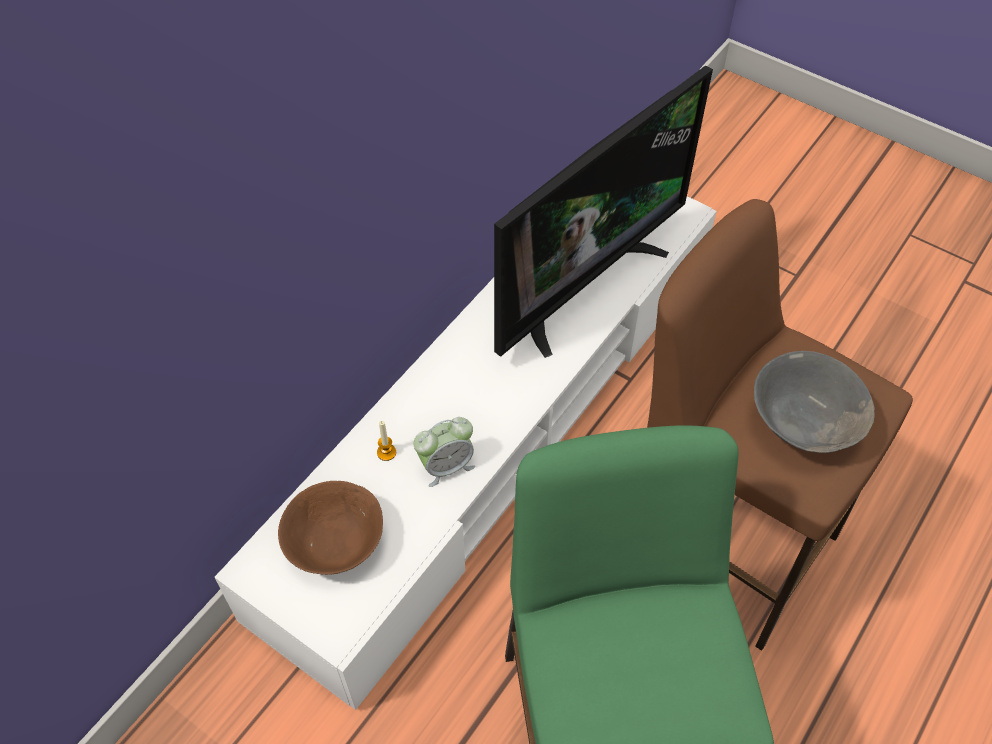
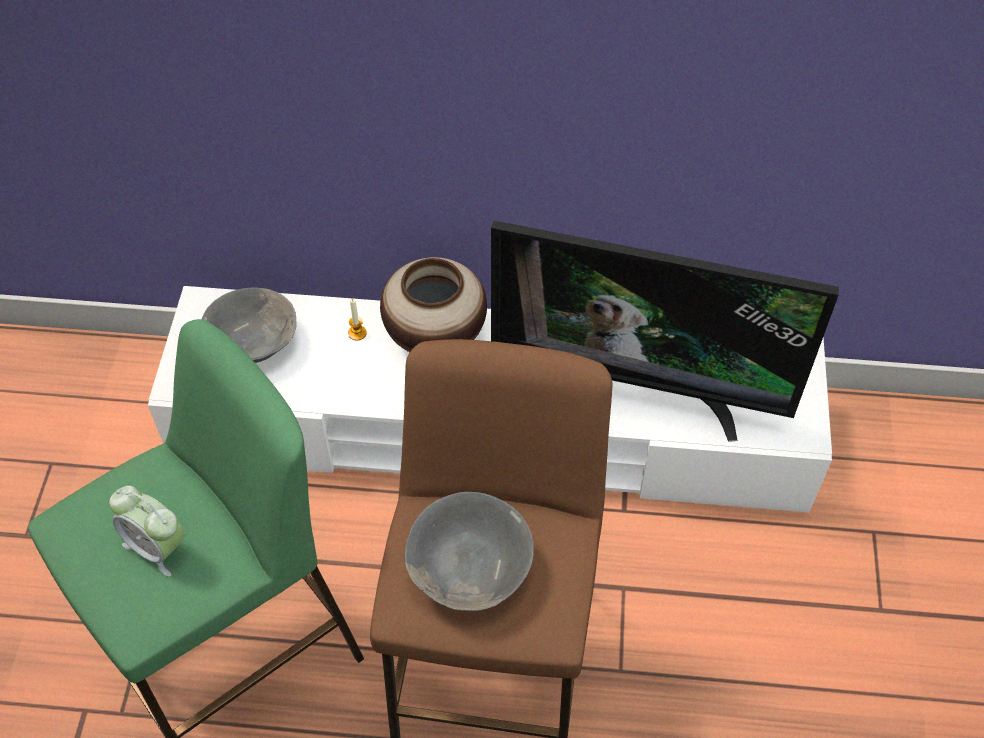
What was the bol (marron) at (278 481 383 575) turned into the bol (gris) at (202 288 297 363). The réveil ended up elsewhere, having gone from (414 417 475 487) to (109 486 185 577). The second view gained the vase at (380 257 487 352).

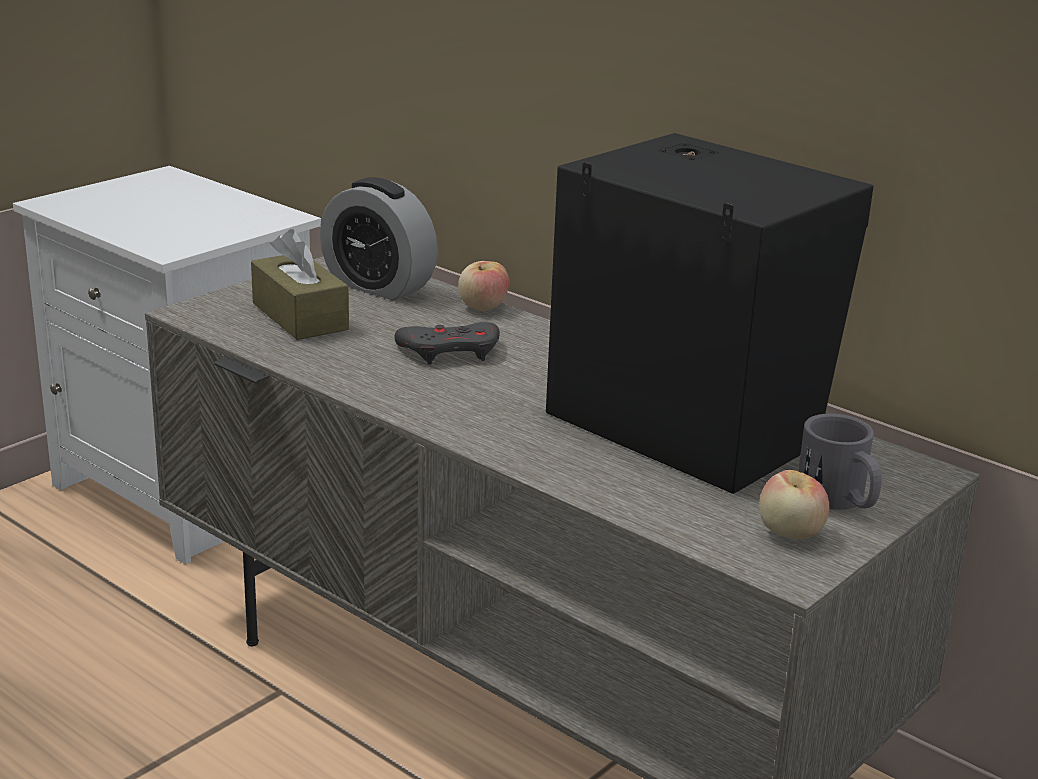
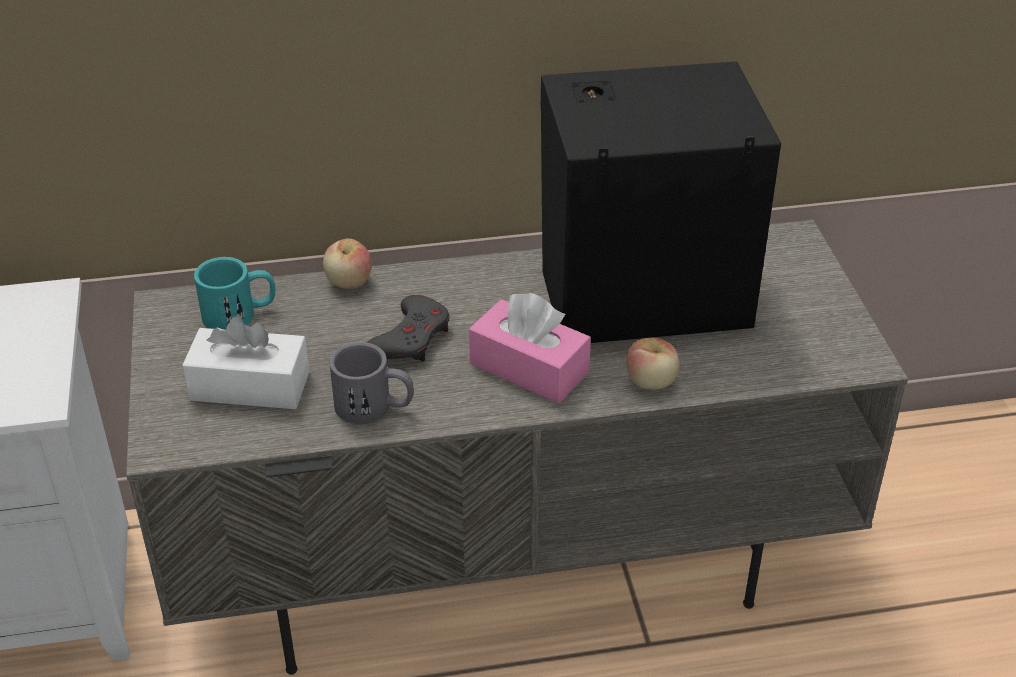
What was the boîte à mouchoirs (marron) at (251 229 349 340) turned into the boîte à mouchoirs (blanc) at (182 316 309 409). Where the réveil stood at (320 177 438 301), the mug (turquoise) came to stand at (194 257 275 330). The pomme ended up elsewhere, having gone from (759 470 829 539) to (626 338 679 390). The mug (gris) ended up elsewhere, having gone from (798 414 881 510) to (329 342 414 424). The second view gained the boîte à mouchoirs (rose) at (469 293 591 403).

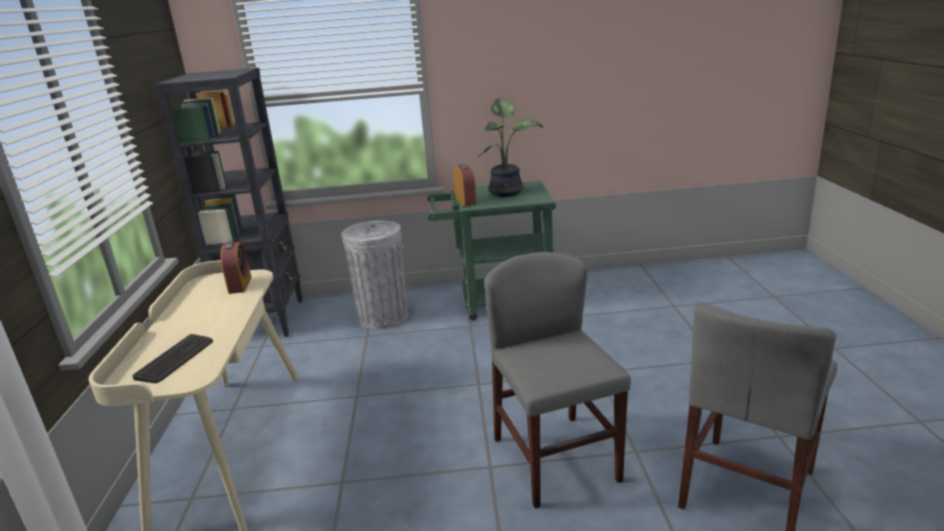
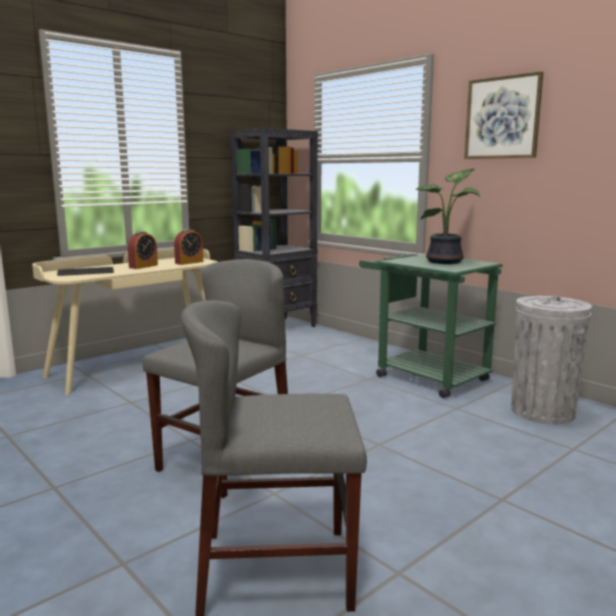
The poubelle (gris) ended up elsewhere, having gone from (341 220 408 329) to (511 296 592 424). The réveil ended up elsewhere, having gone from (453 164 477 206) to (128 231 158 269). The second view gained the tableau at (464 71 544 159).

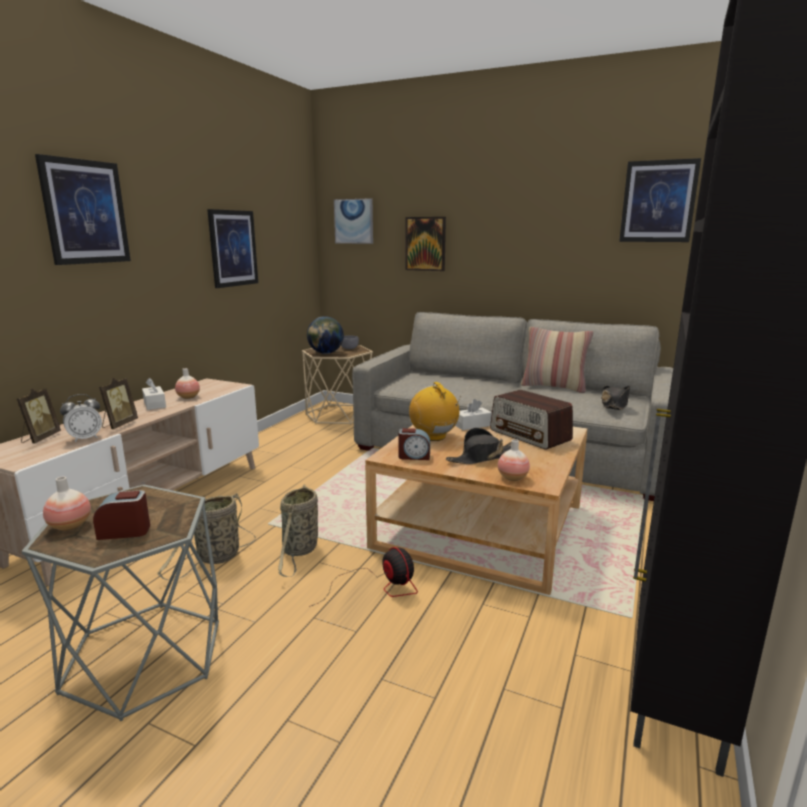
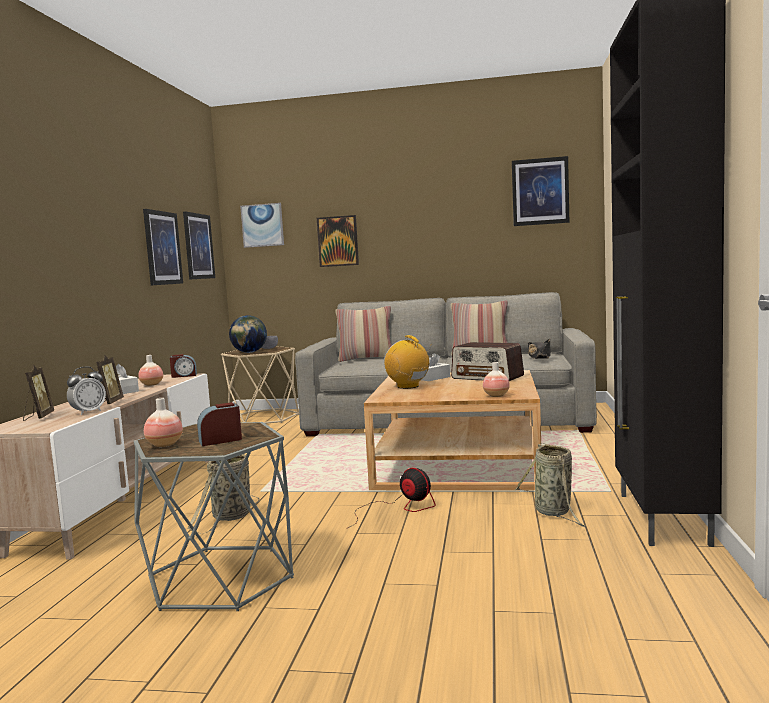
The tableau ended up elsewhere, having gone from (35 154 131 265) to (183 212 215 280). The panier ended up elsewhere, having gone from (278 485 318 577) to (515 443 584 527). The réveil ended up elsewhere, having gone from (399 428 430 460) to (170 354 197 378). The second view lost the chapeau (noir) at (446 428 511 464). The second view gained the coussin at (335 306 392 362).

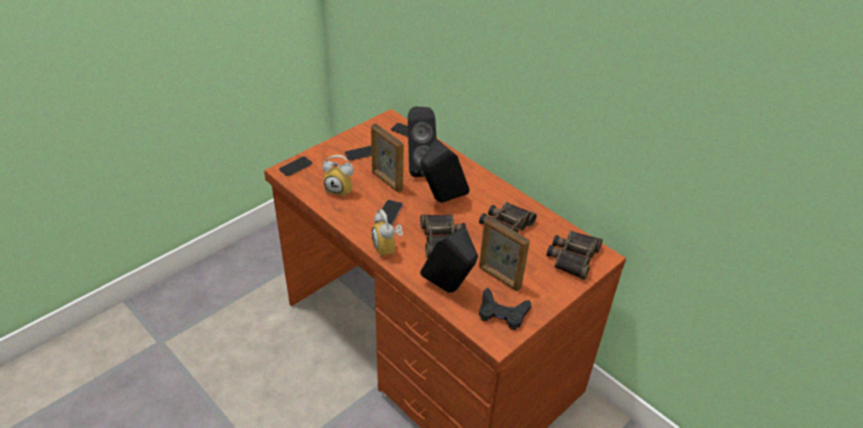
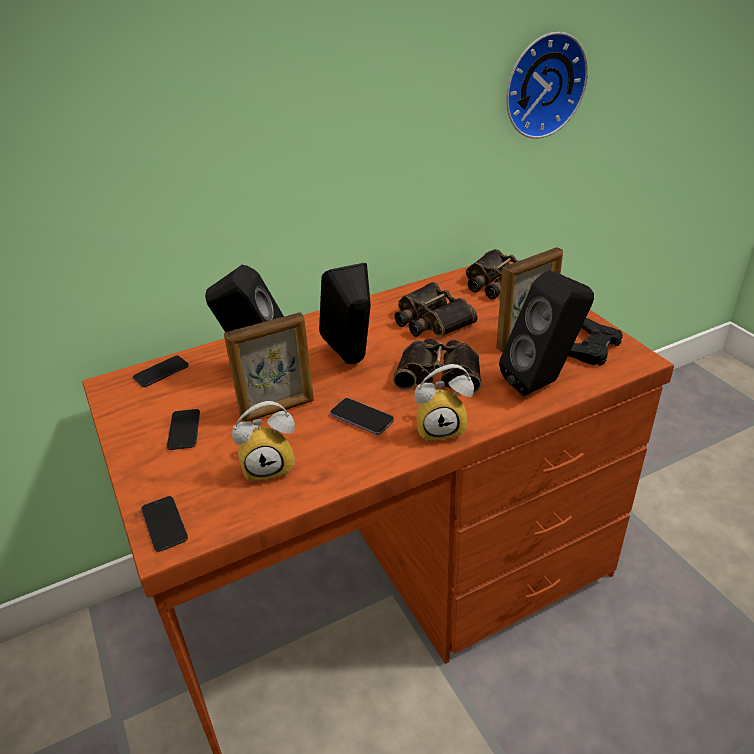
The réveil at (323 155 354 197) ended up facing another way, 45 degrees clockwise from before. The second view gained the horloge murale at (506 32 588 139).

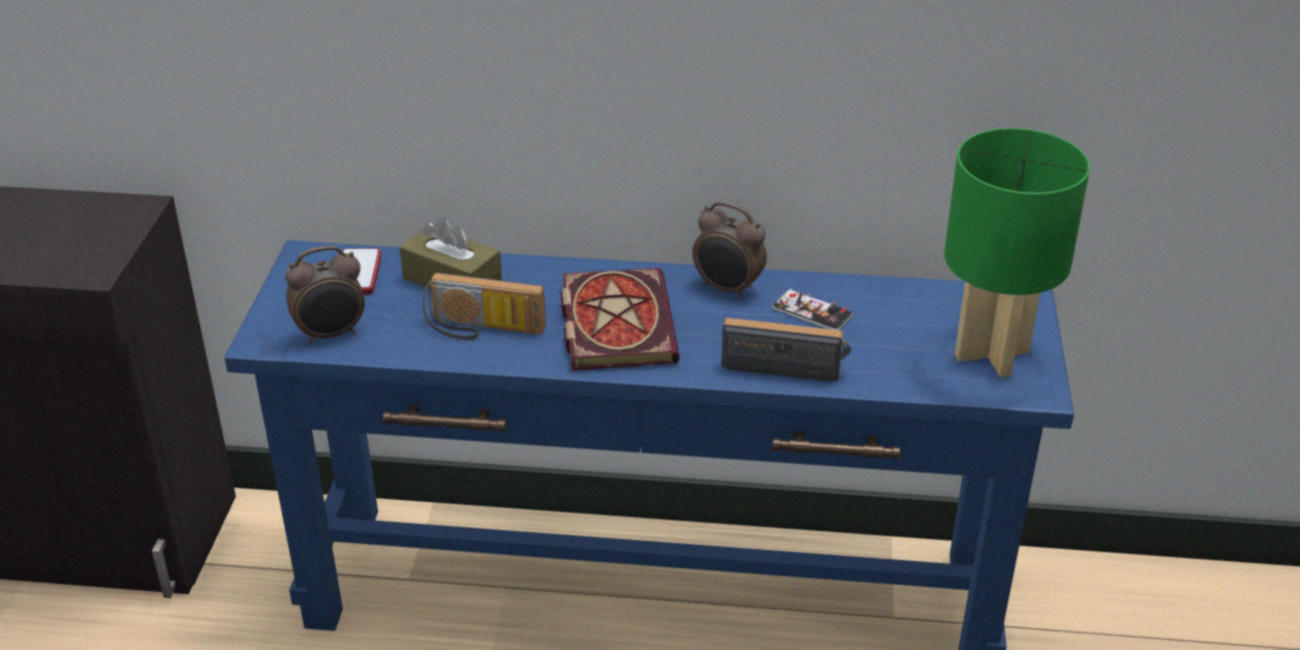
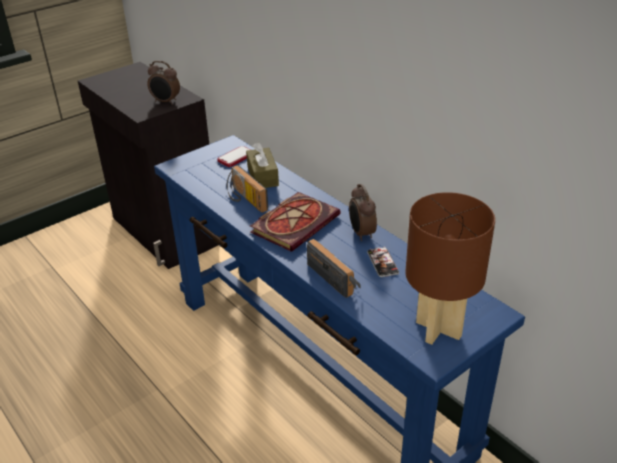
The réveil ended up elsewhere, having gone from (285 245 365 345) to (147 61 180 105). What was the lampe de table (vert) at (944 128 1090 377) turned into the lampe de table (marron) at (405 192 495 345).

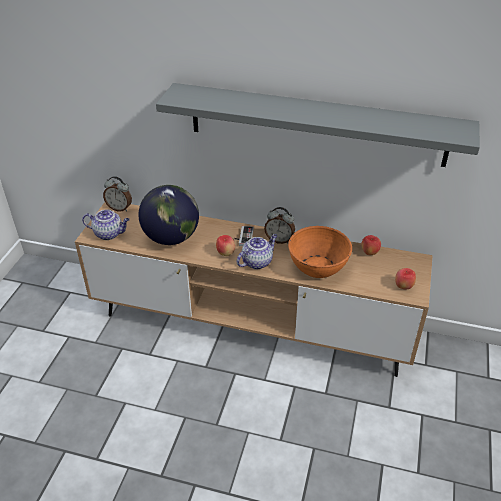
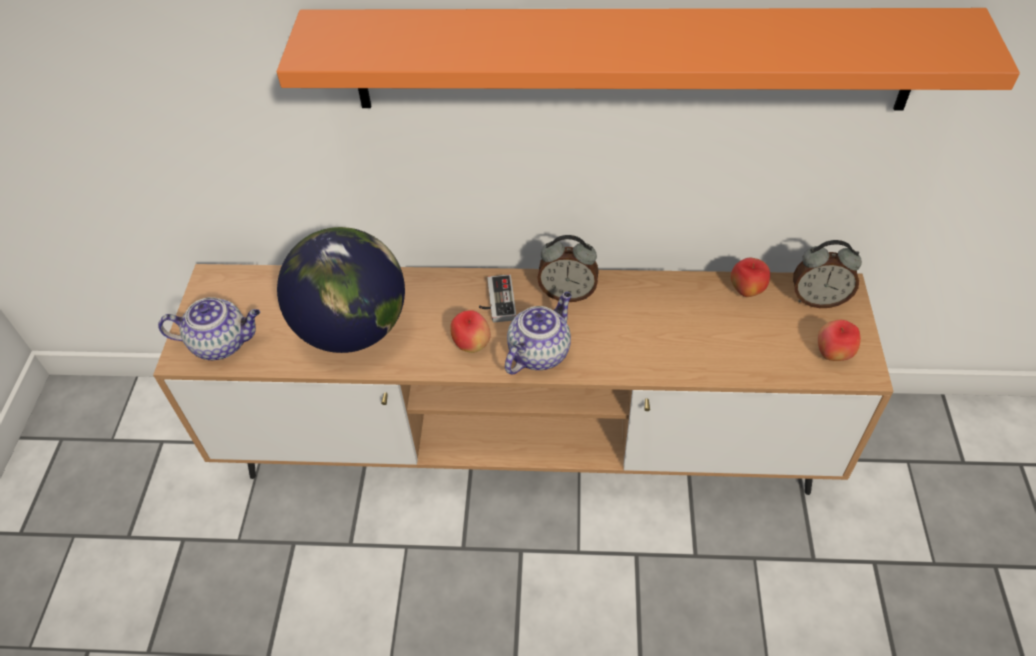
The réveil ended up elsewhere, having gone from (103 176 132 212) to (793 240 862 308). What was the étagère (gris) at (156 83 480 167) turned into the étagère (orange) at (277 8 1020 110). The second view lost the bol (orange) at (288 226 352 278).

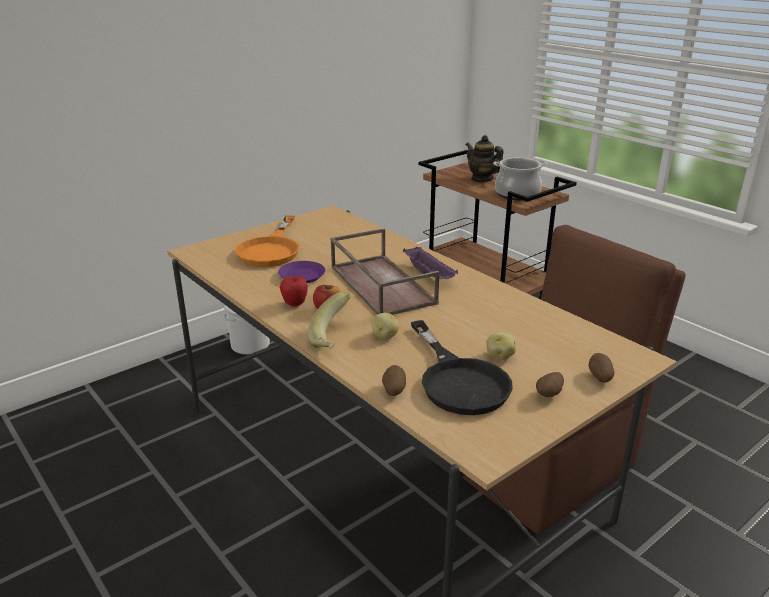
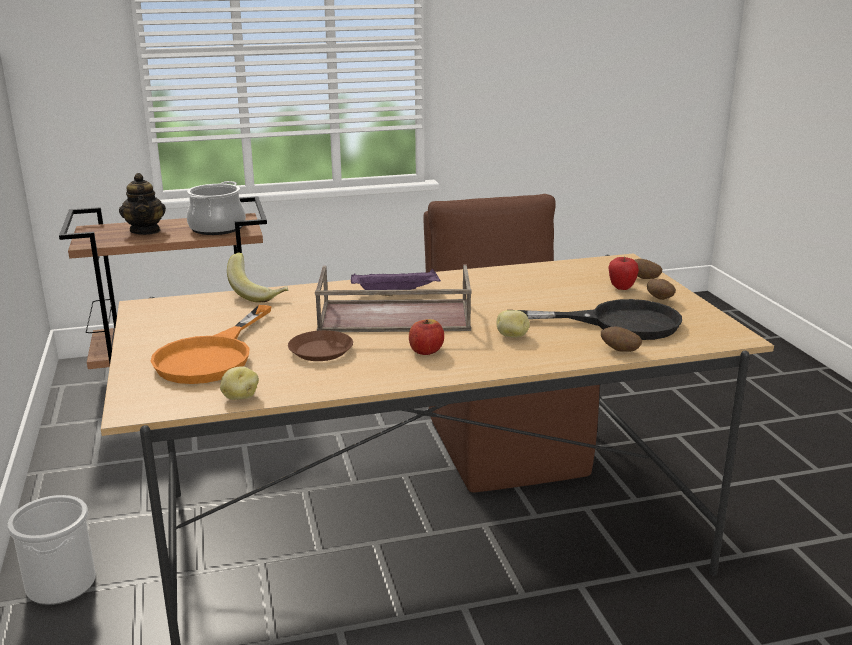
The poêle (orange) at (235 215 299 267) ended up facing another way, 75 degrees clockwise from before. What was the assiette (violet) at (278 261 325 283) turned into the assiette (marron) at (288 330 353 361). The pomme ended up elsewhere, having gone from (280 276 308 307) to (608 257 639 290). The banane ended up elsewhere, having gone from (308 292 350 349) to (227 253 289 303). The théière at (465 135 503 182) ended up facing another way, 90 degrees counterclockwise from before. The pomme de terre ended up elsewhere, having gone from (486 332 516 360) to (220 366 259 400).

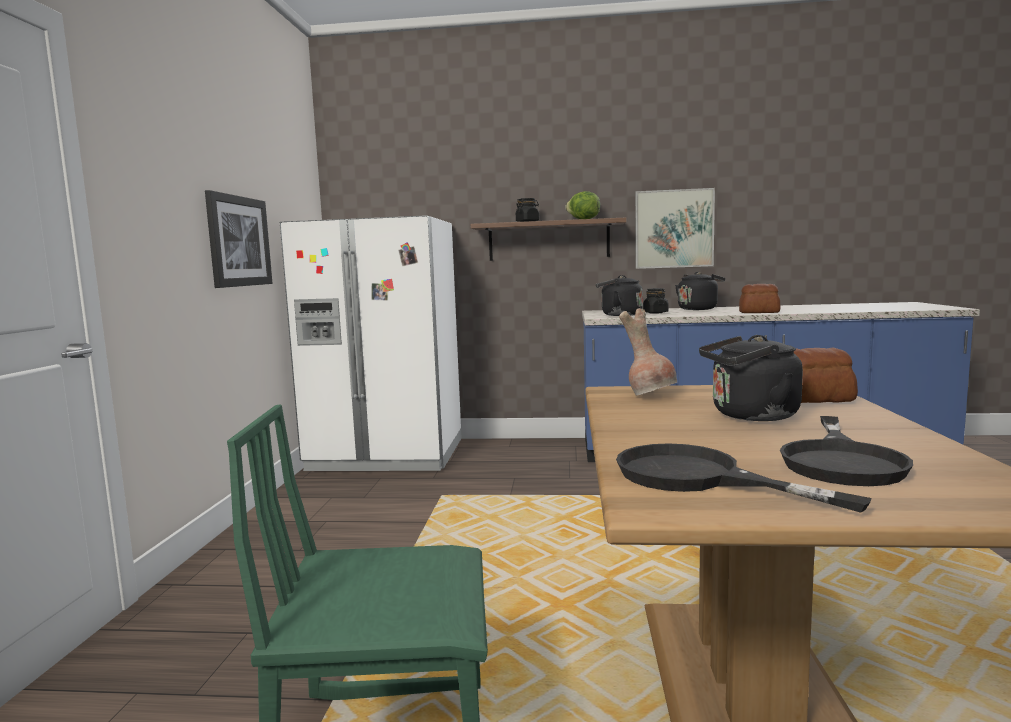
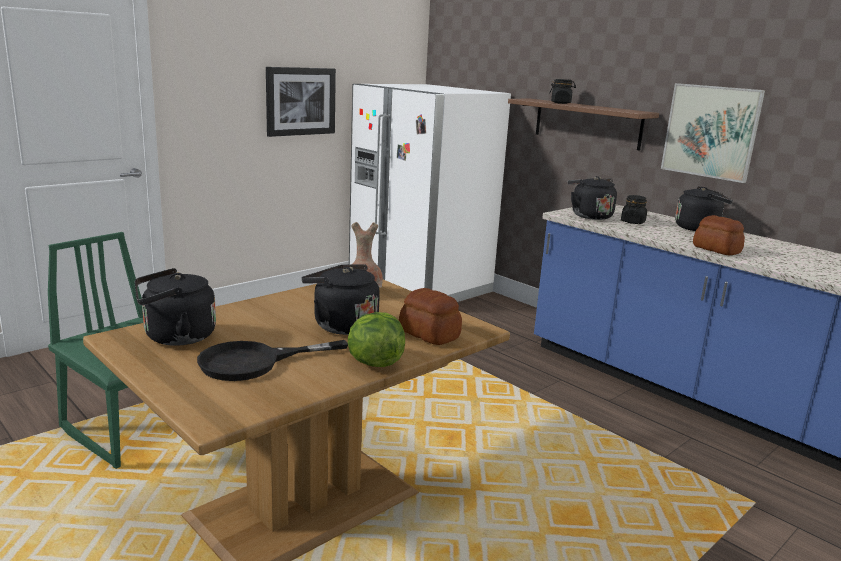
The laitue ended up elsewhere, having gone from (565 191 600 219) to (348 312 405 367). Where the poêle (noir) stood at (616 443 872 513), the bouilloire (noir) came to stand at (135 268 216 346).

